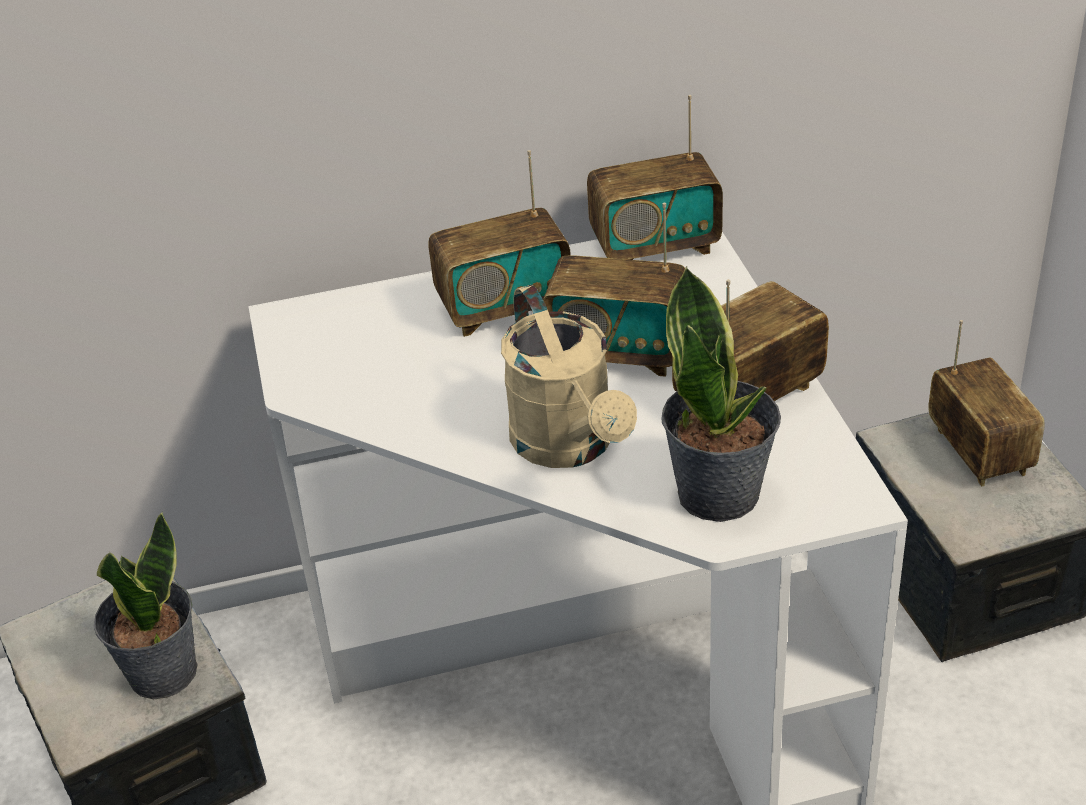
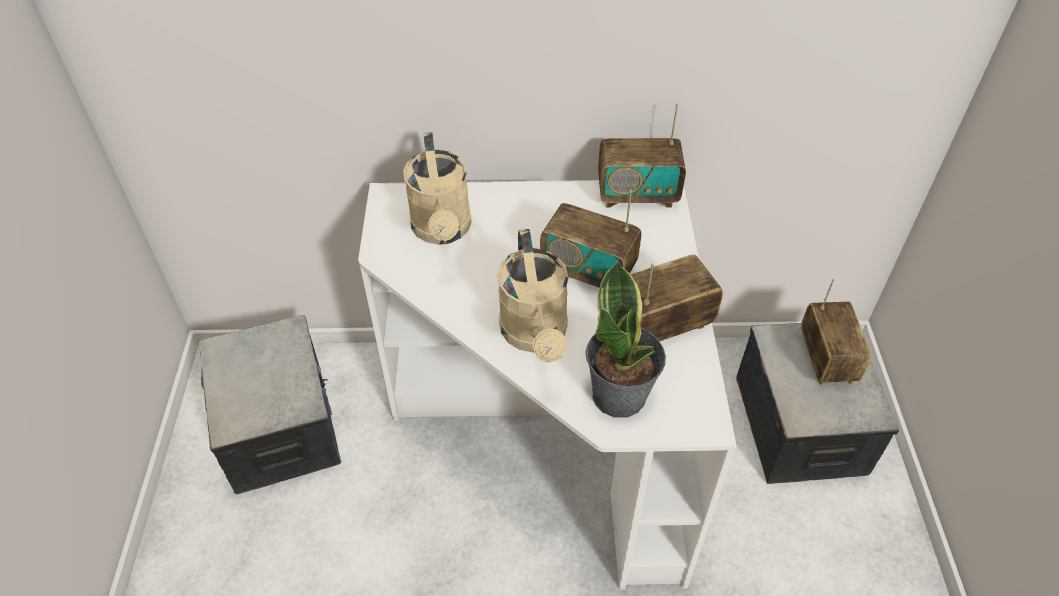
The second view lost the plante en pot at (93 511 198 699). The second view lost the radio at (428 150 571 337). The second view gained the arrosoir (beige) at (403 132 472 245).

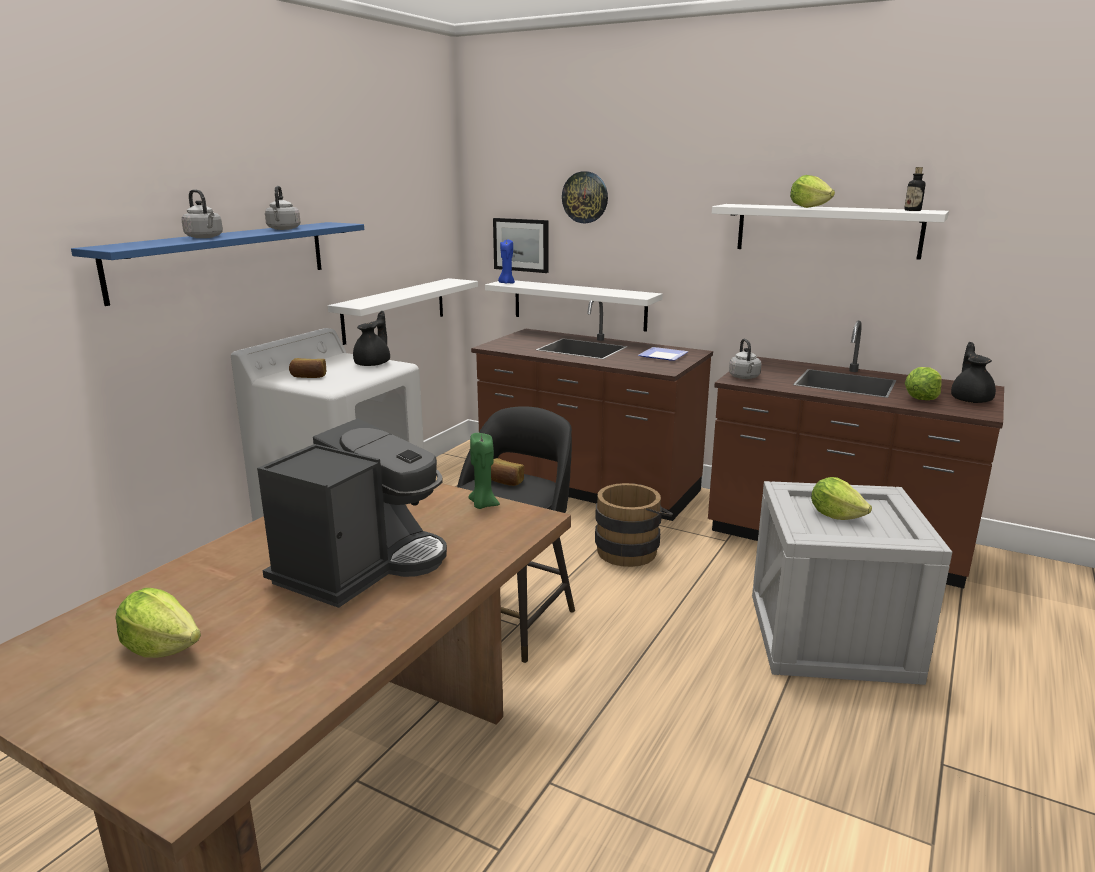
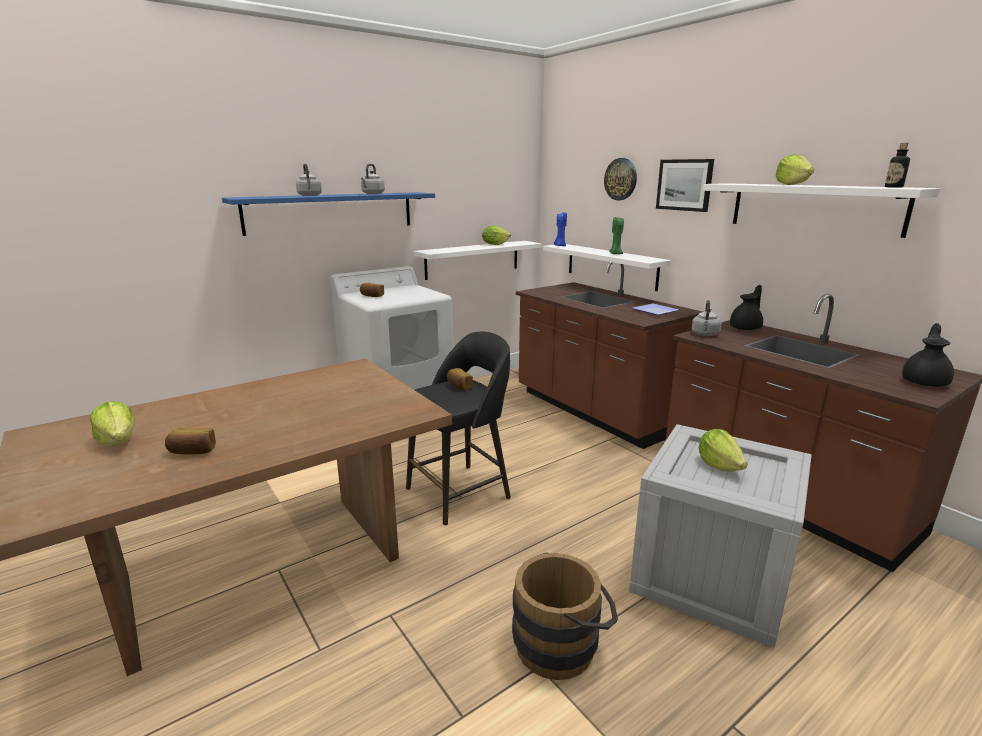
The second view lost the machine à café at (257 418 447 608). The théière (noir) ended up elsewhere, having gone from (353 311 390 366) to (730 285 763 330). The bougie (vert) ended up elsewhere, having gone from (469 433 500 509) to (609 217 624 254). The tableau ended up elsewhere, having gone from (493 218 548 273) to (656 159 714 212). The seau (marron) ended up elsewhere, having gone from (595 483 673 567) to (512 552 618 680). The laitue ended up elsewhere, having gone from (905 367 942 400) to (482 226 511 245). The second view gained the pain at (165 428 216 454).

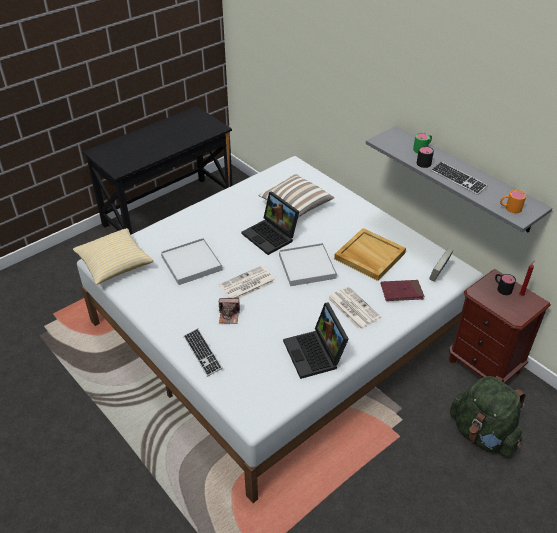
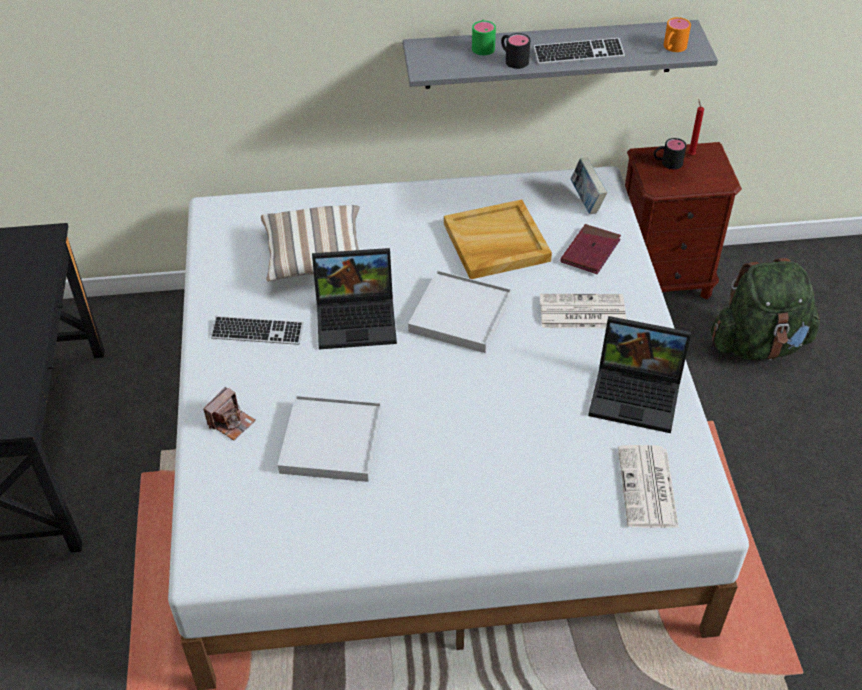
The second view lost the coussin at (73 228 153 285). The clavier ended up elsewhere, having gone from (183 329 223 377) to (211 316 304 345). The appareil photo ended up elsewhere, having gone from (218 298 240 324) to (203 387 256 440). The journal ended up elsewhere, having gone from (219 265 275 299) to (618 445 679 528).

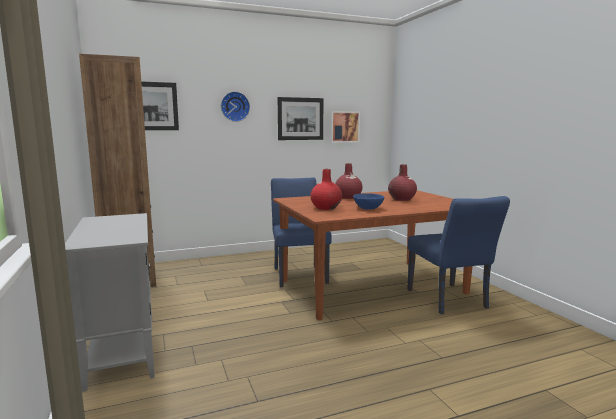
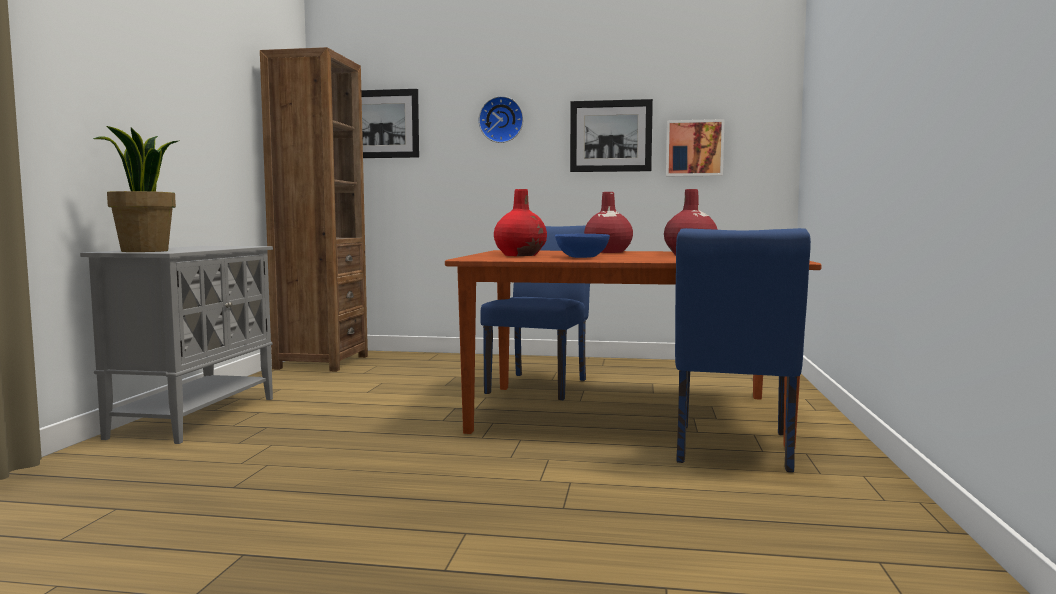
The second view gained the plante en pot at (93 126 178 252).

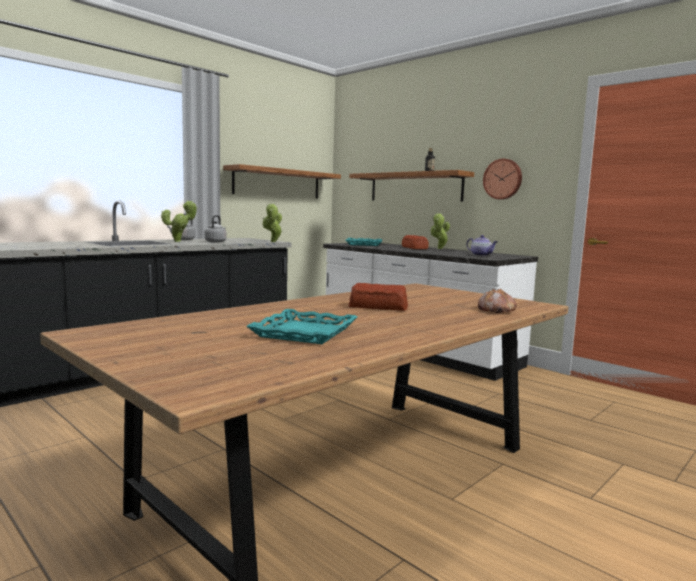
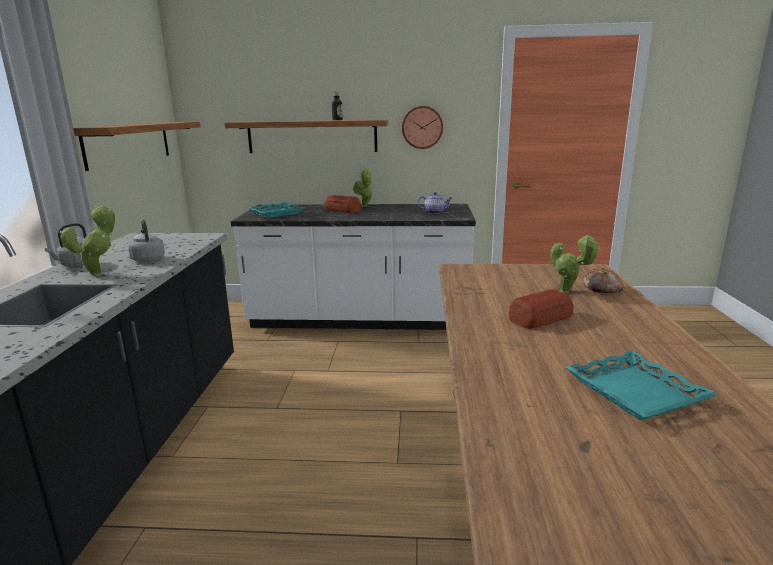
The plante en pot ended up elsewhere, having gone from (262 203 282 242) to (550 234 599 293).

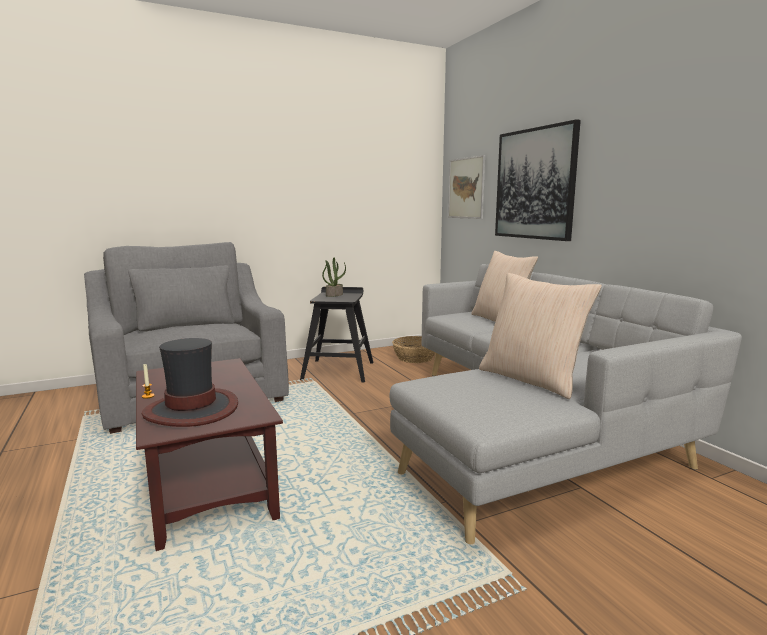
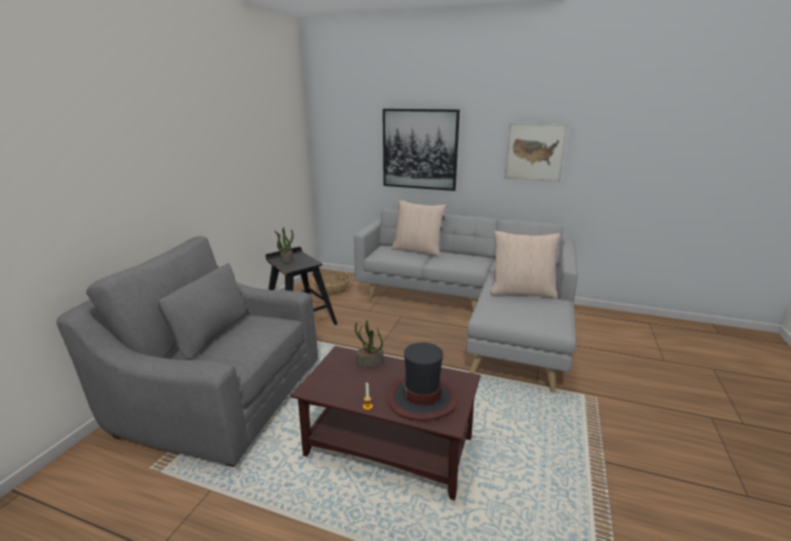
The tableau ended up elsewhere, having gone from (448 155 485 219) to (504 123 568 182). The second view gained the plante en pot at (355 320 383 368).

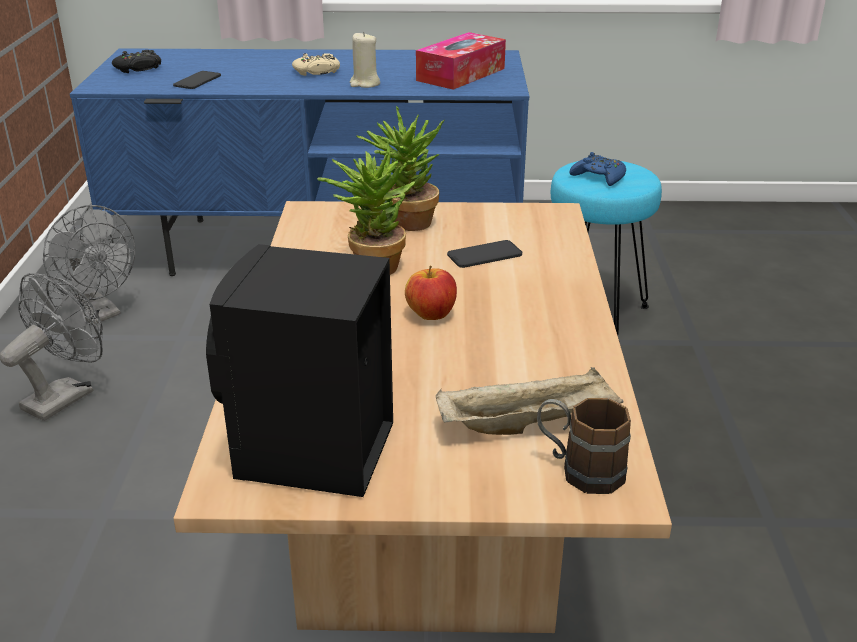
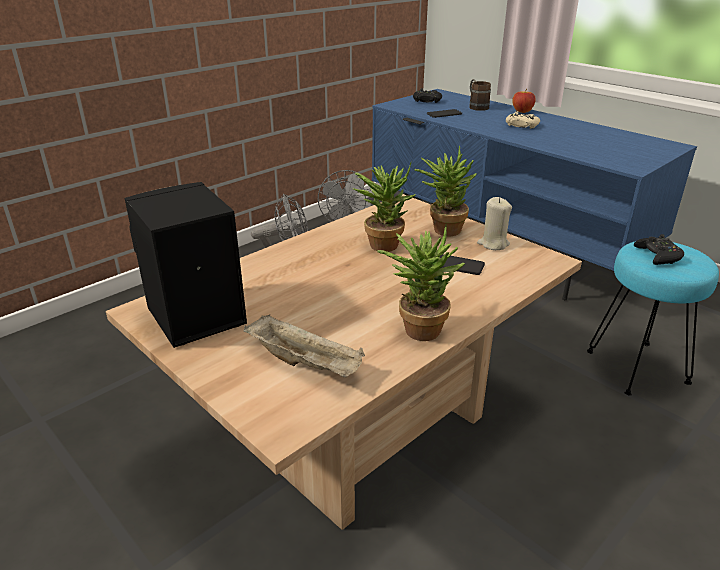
The bougie (beige) ended up elsewhere, having gone from (350 32 380 88) to (477 197 512 250). The pomme ended up elsewhere, having gone from (405 265 457 320) to (512 89 536 113). The second view lost the boîte à mouchoirs at (416 32 506 90). The mug (marron) ended up elsewhere, having gone from (537 398 631 494) to (469 79 491 111). What was the manette (bleu) at (569 152 626 186) turned into the manette (noir) at (634 234 684 265). The second view gained the plante en pot at (377 223 465 341).

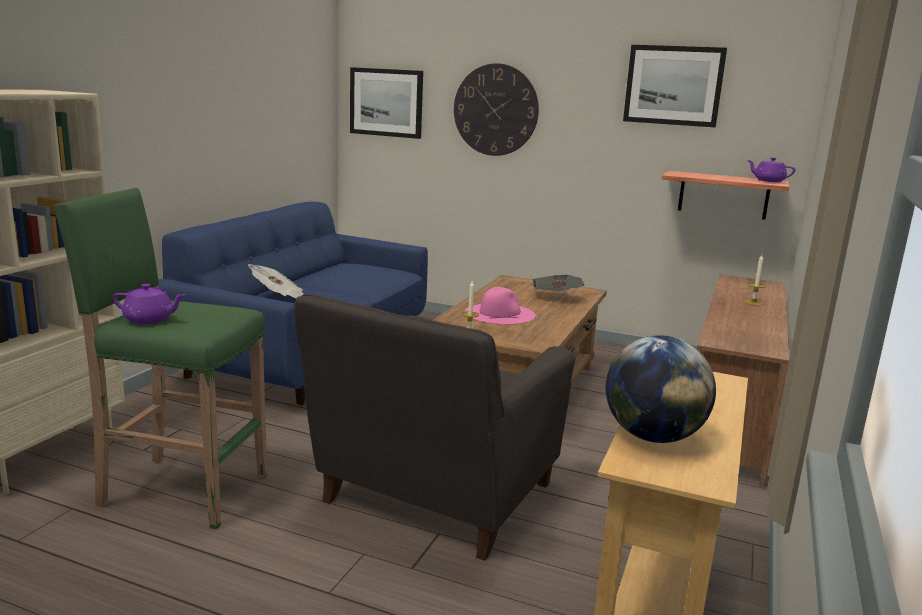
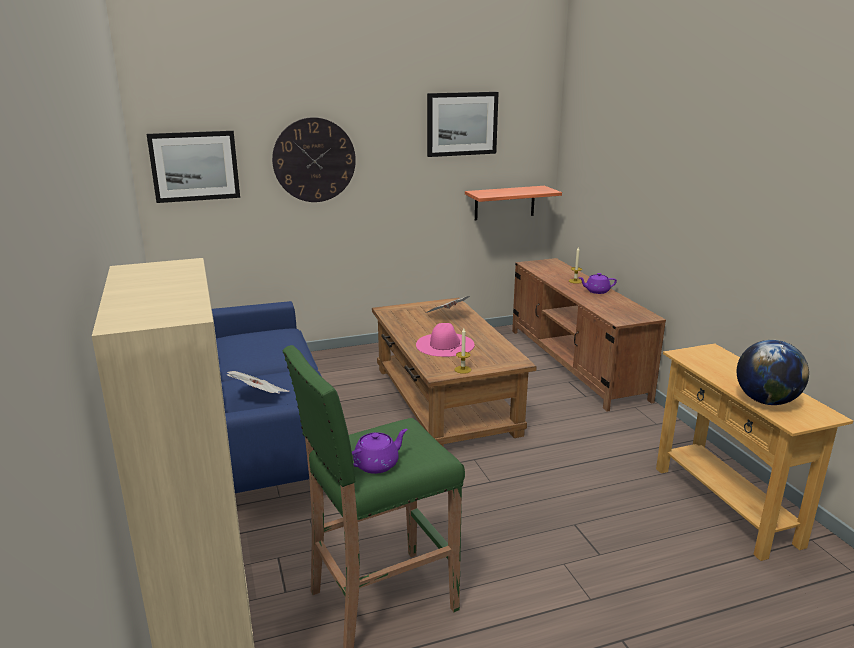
The second view lost the fauteuil (gris) at (294 294 575 561). The théière (violet) ended up elsewhere, having gone from (747 157 795 182) to (578 273 617 294).

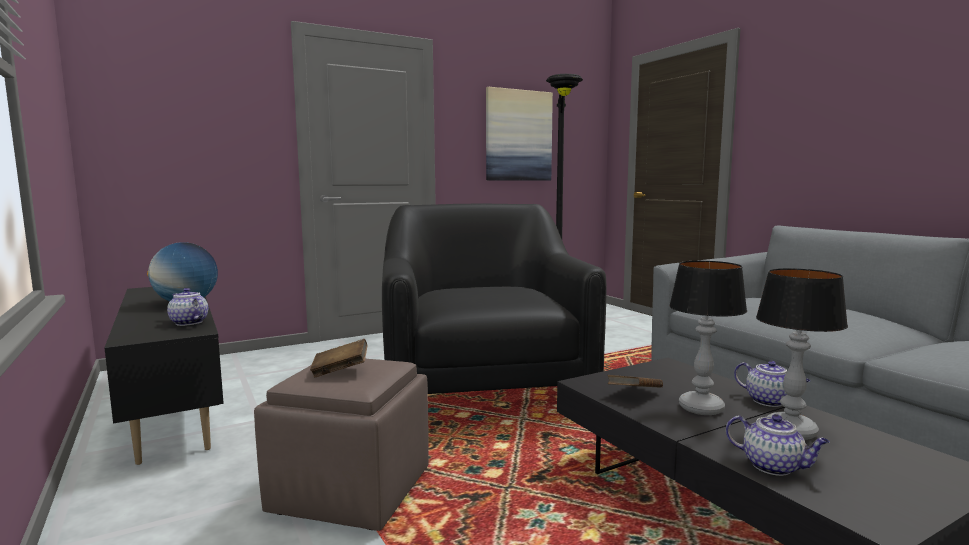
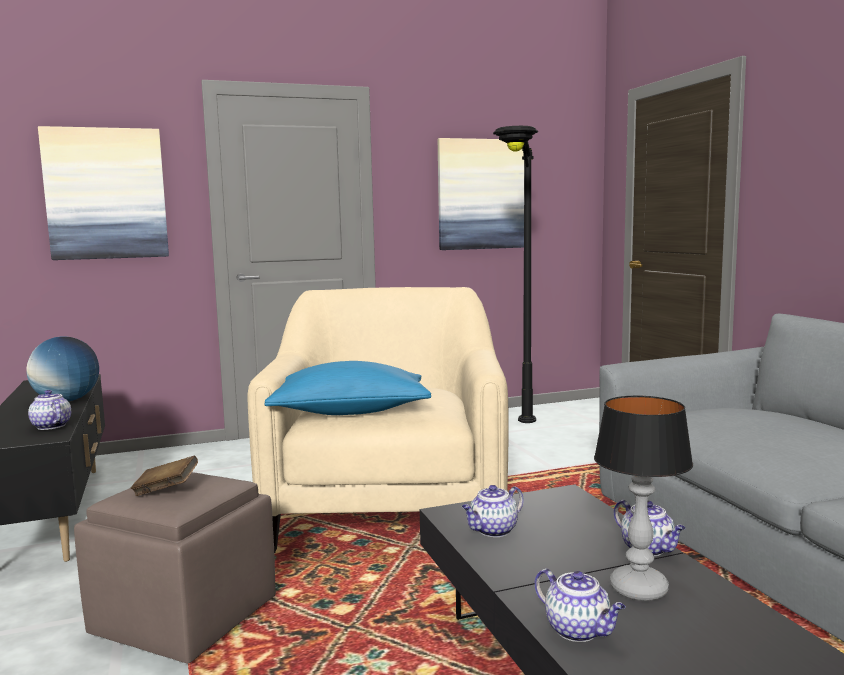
What was the fauteuil (noir) at (382 204 606 394) turned into the fauteuil (beige) at (248 287 509 553). Where the livre (marron) stood at (607 375 663 388), the théière came to stand at (462 485 524 537). The second view lost the lampe de table at (669 261 747 415). The second view gained the tableau at (38 126 169 260). The second view gained the coussin (bleu) at (265 361 431 415).

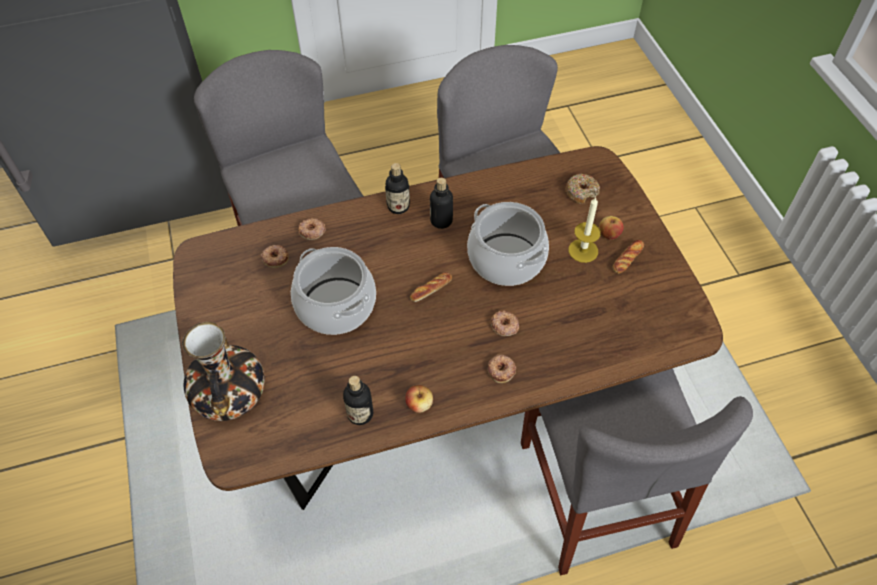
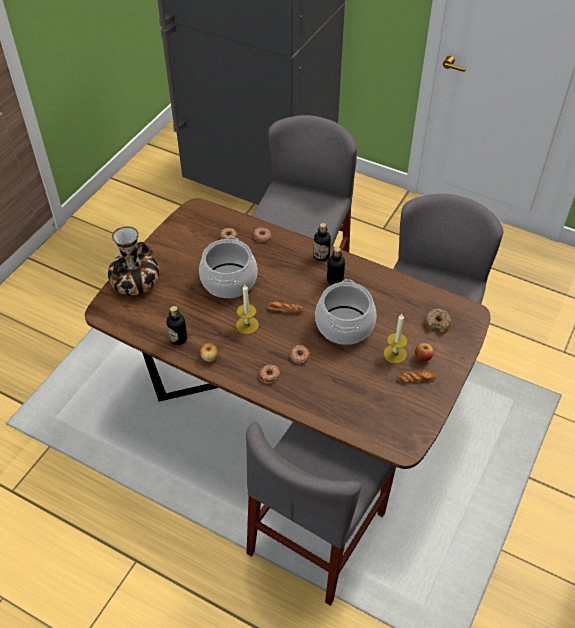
The second view gained the bougie at (236 285 259 334).

